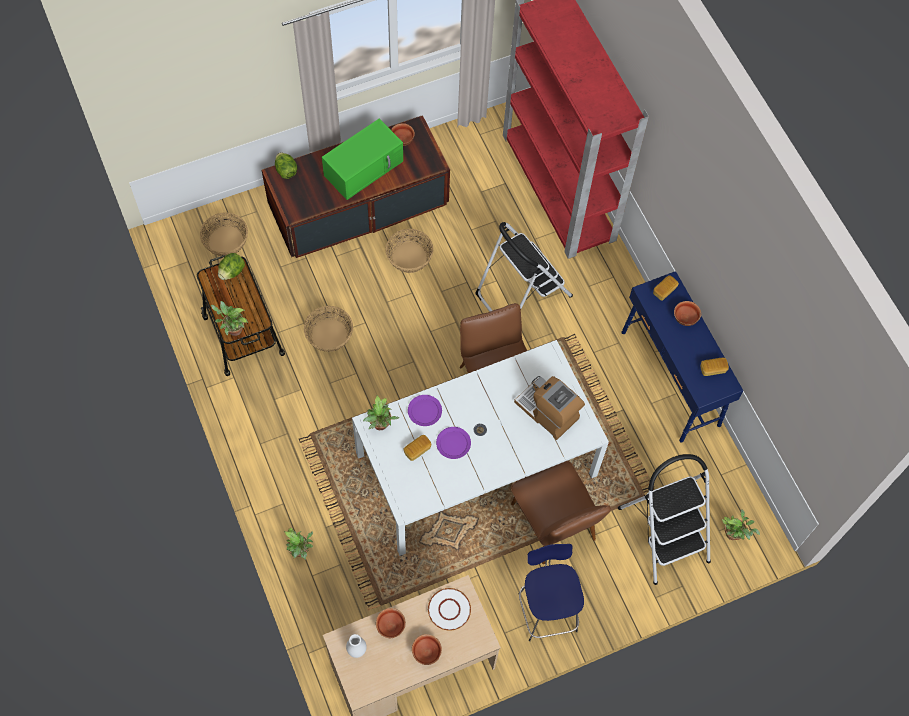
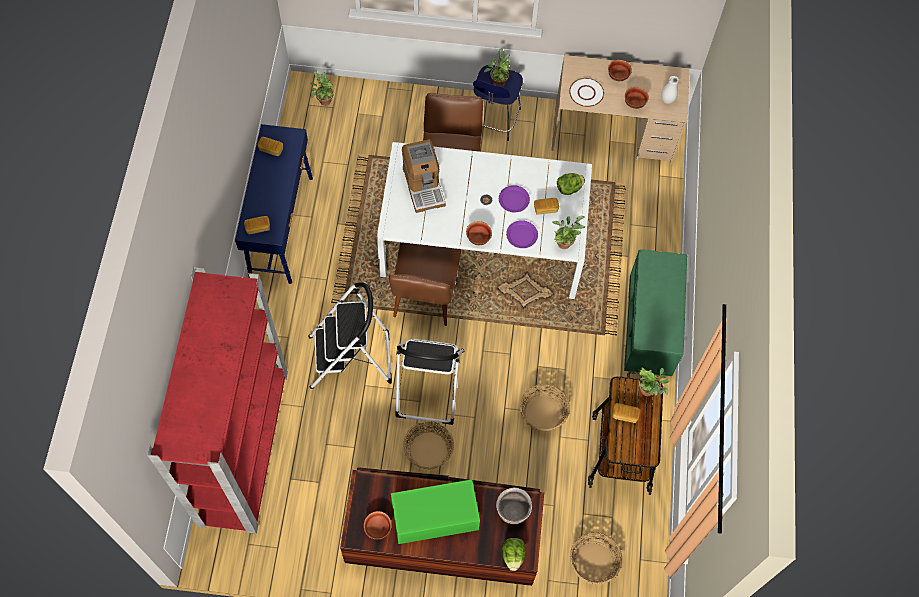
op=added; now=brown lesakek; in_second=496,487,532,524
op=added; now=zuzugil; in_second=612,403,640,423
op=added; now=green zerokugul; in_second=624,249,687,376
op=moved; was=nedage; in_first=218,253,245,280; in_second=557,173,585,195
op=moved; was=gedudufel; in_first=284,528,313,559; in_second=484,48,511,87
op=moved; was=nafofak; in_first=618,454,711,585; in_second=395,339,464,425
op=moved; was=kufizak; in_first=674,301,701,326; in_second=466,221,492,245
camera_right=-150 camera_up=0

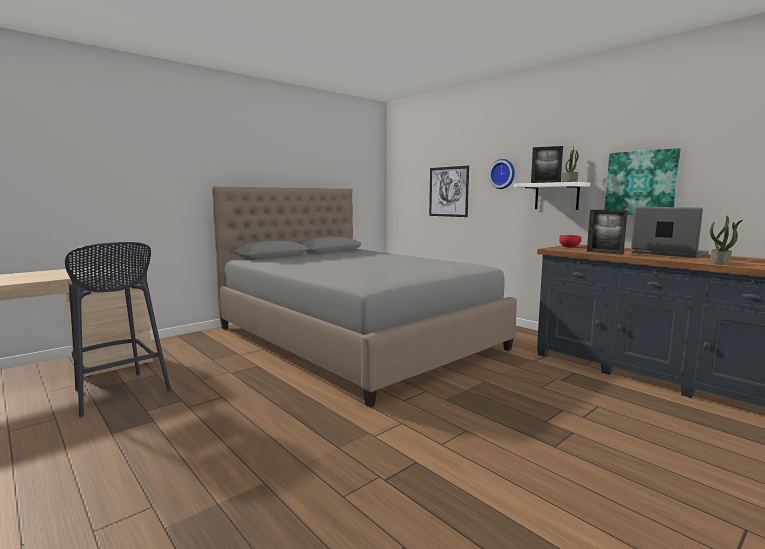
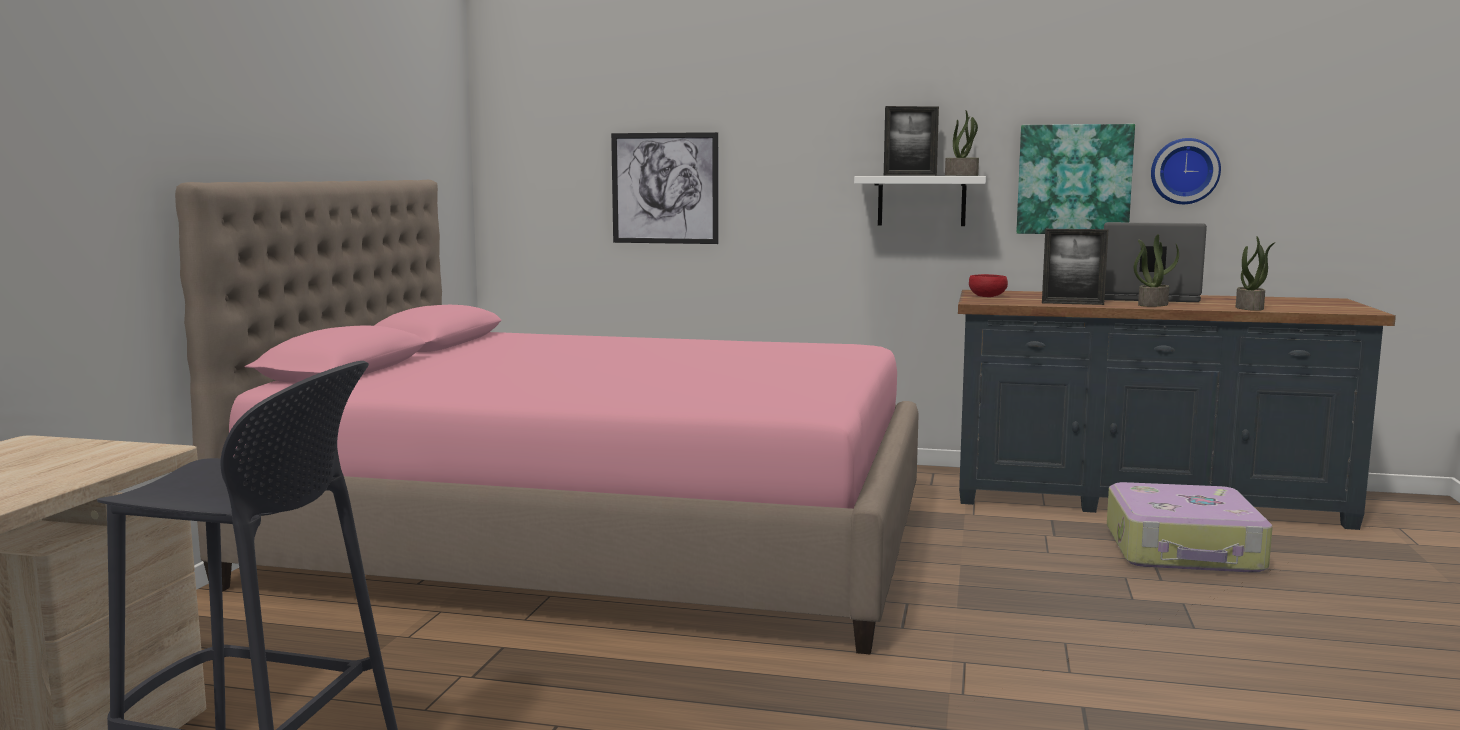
op=added; now=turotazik; in_second=1107,482,1273,573
op=added; now=gedudufel; in_second=1134,234,1179,307
op=moved; was=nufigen; in_first=489,159,515,189; in_second=1151,138,1221,204
op=recoloured; was=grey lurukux; now=pink lurukux; in_first=212,186,517,407; in_second=175,180,919,654
camera_right=-35 camera_up=0

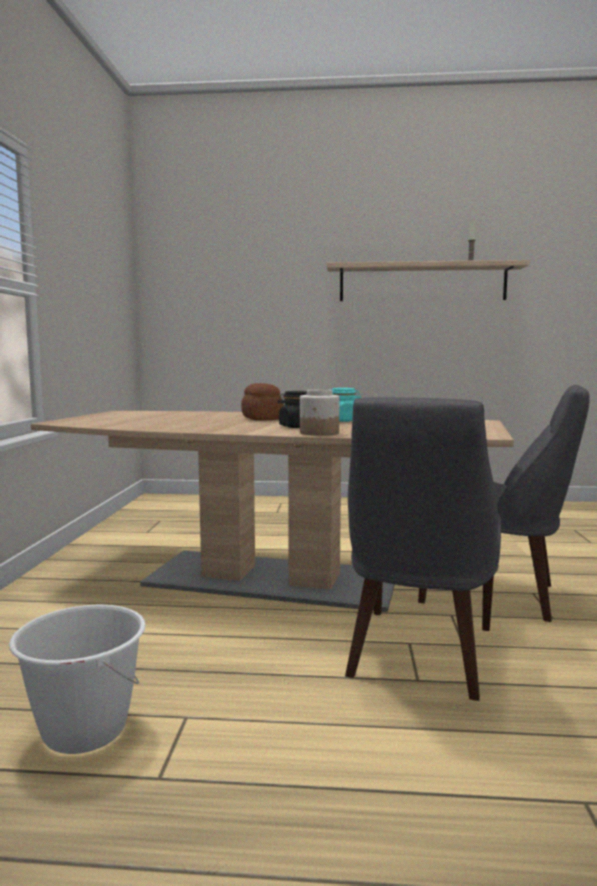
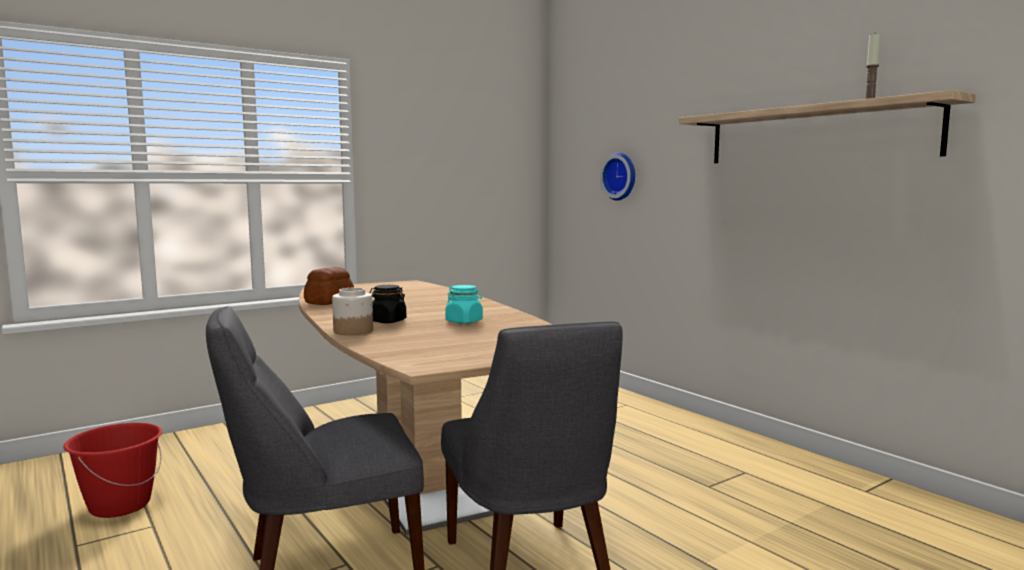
op=added; now=nufigen; in_second=600,152,635,201
op=moved; was=zuzugil; in_first=241,383,284,421; in_second=304,267,354,305
op=recoloured; was=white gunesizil; now=red gunesizil; in_first=9,605,146,754; in_second=63,423,162,518
camera_right=50 camera_up=0

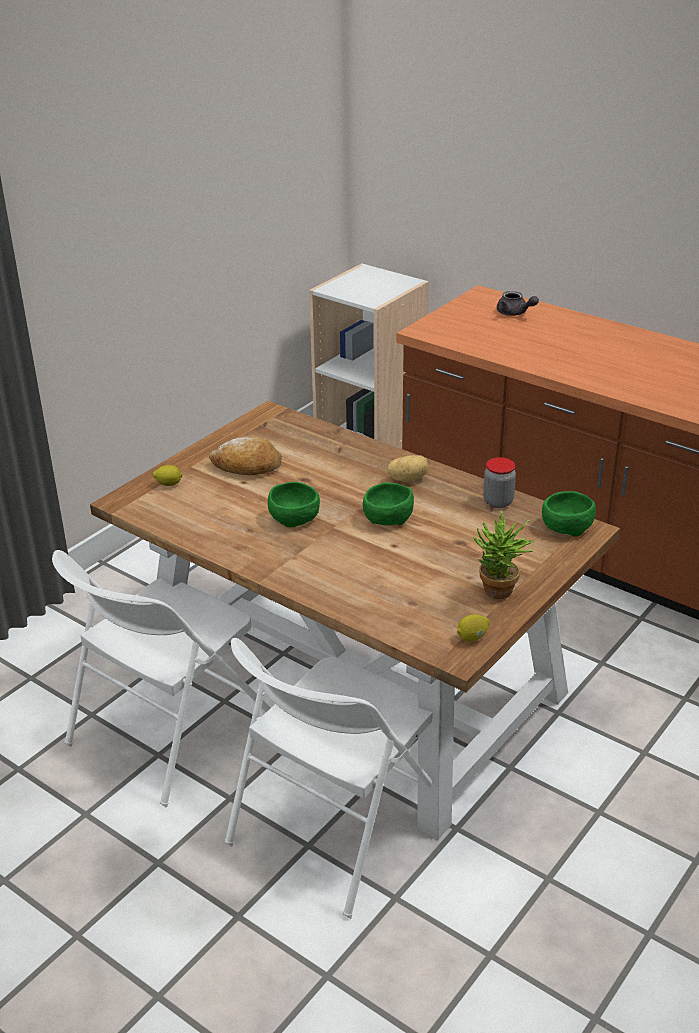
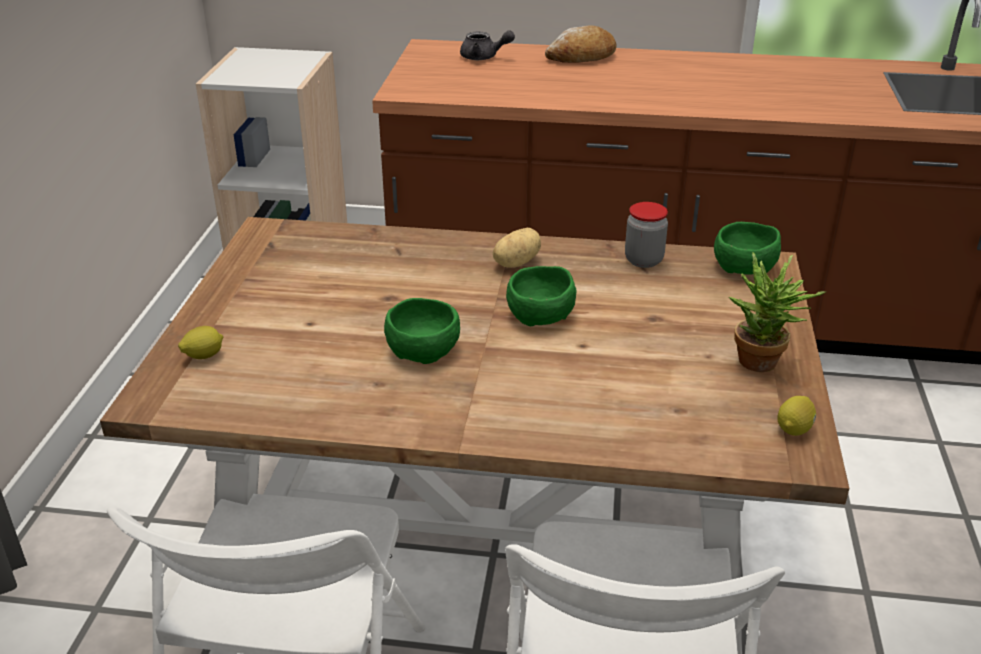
op=moved; was=zuzugil; in_first=209,437,281,475; in_second=545,25,617,63
camera_right=-30 camera_up=0

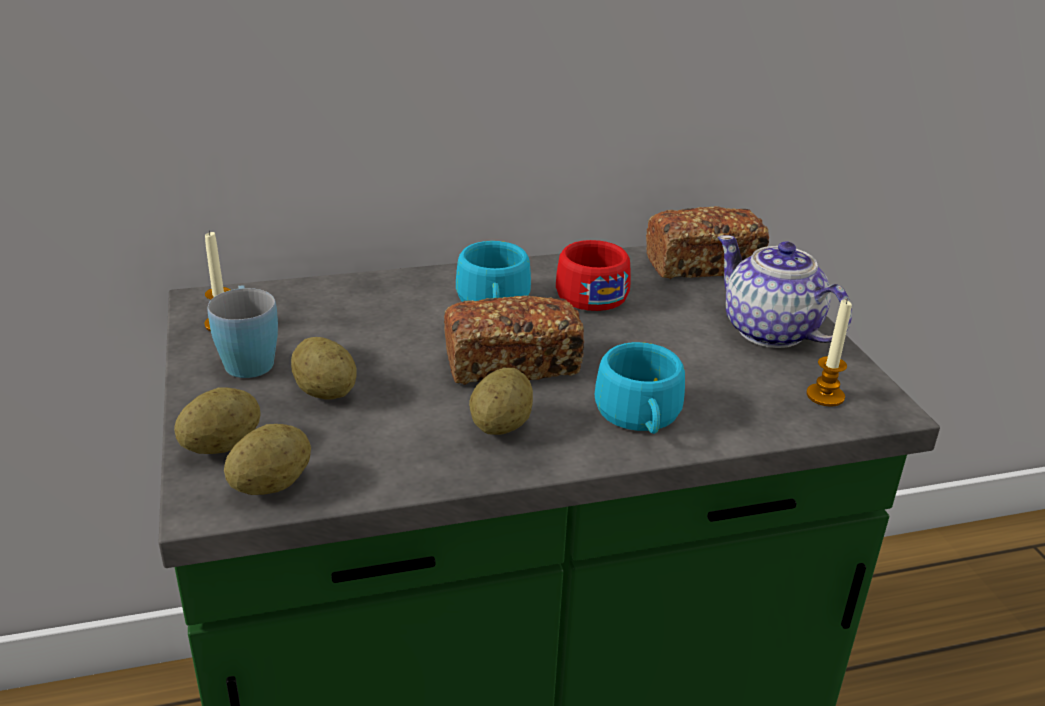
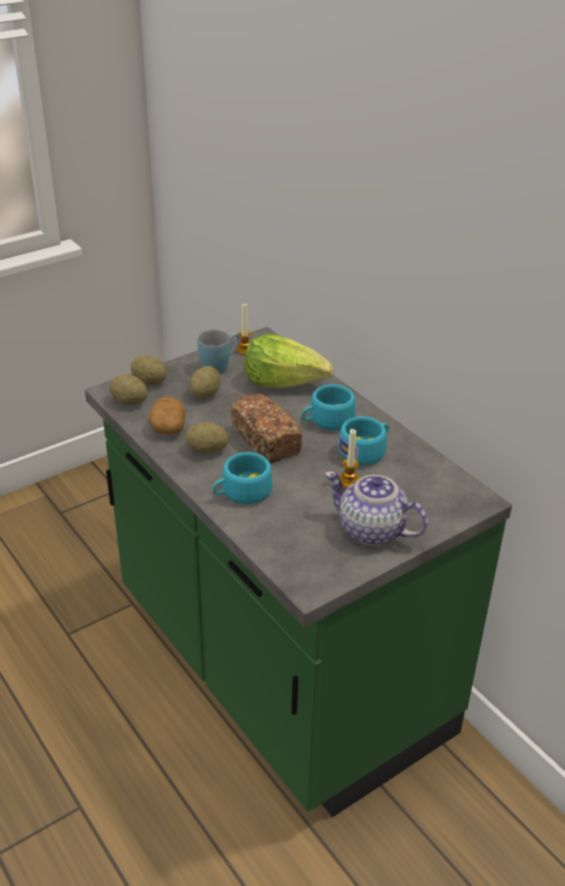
op=removed; was=zuzugil; in_first=646,206,769,279
op=added; now=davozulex; in_second=148,397,186,435
op=added; now=nedage; in_second=244,334,333,388
op=moved; was=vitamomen; in_first=806,299,852,407; in_second=339,429,360,488
op=recoloured; was=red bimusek; now=turquoise bimusek; in_first=556,240,631,311; in_second=338,416,389,465
op=turned; was=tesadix; in_first=718,235,852,348; in_second=325,471,428,545; clockwise=-90
camera_right=70 camera_up=5

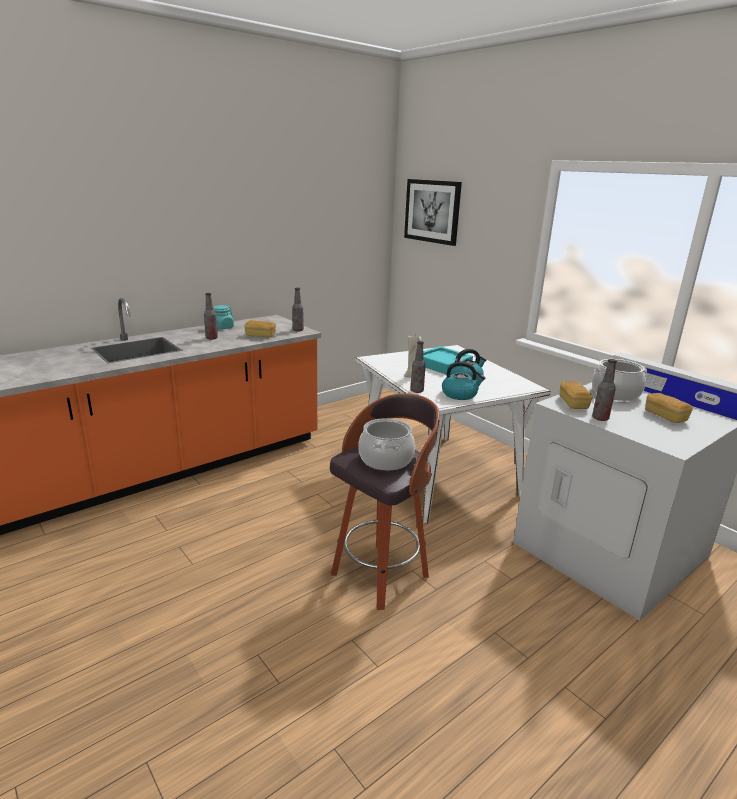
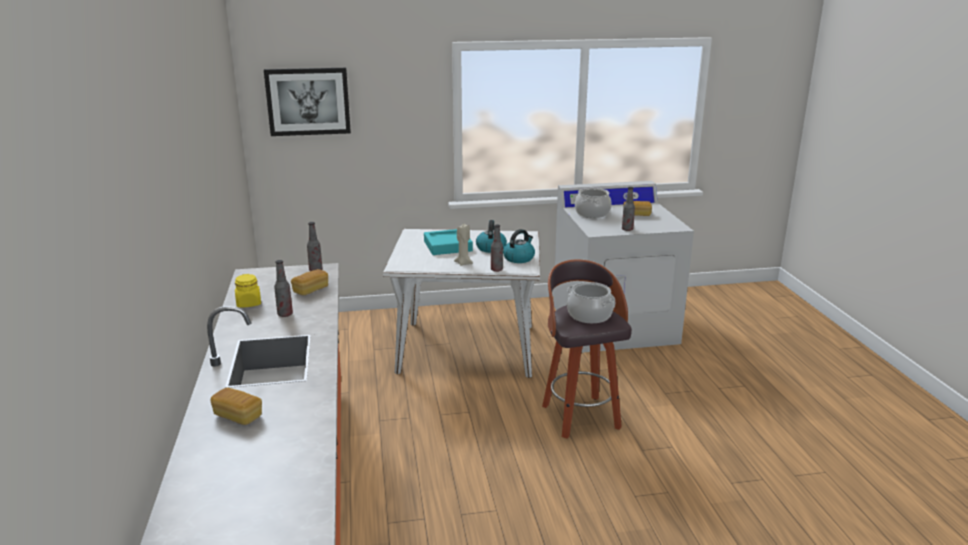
op=moved; was=zuzugil; in_first=560,381,593,409; in_second=211,388,262,425
op=recoloured; was=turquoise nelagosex; now=yellow nelagosex; in_first=213,305,234,329; in_second=235,274,261,308
camera_right=-60 camera_up=0

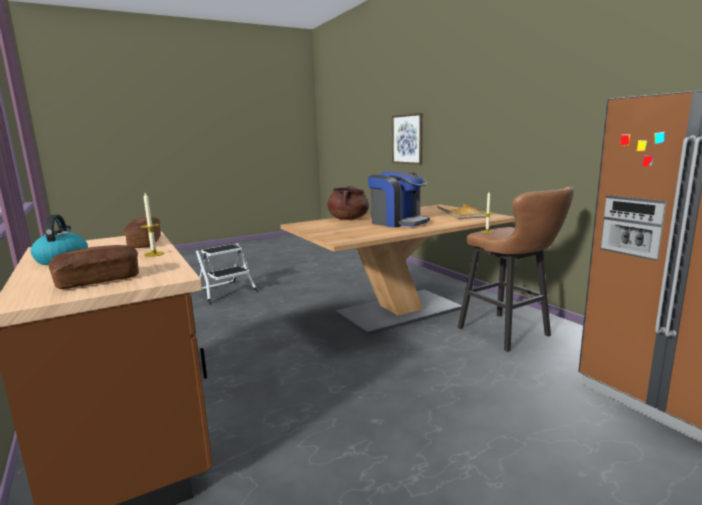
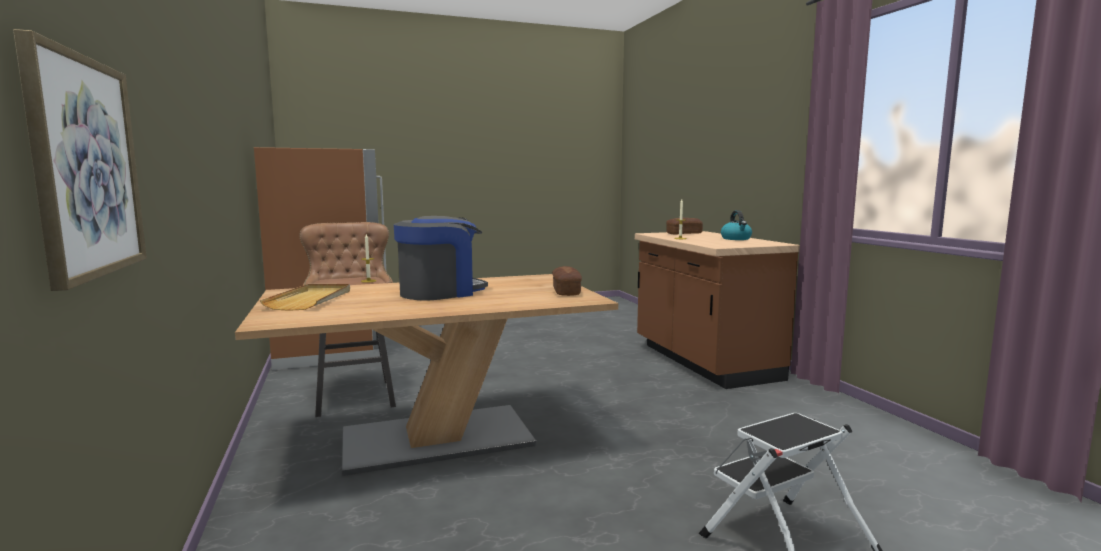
op=removed; was=brown lesakek; in_first=327,186,369,220
op=moved; was=zuzugil; in_first=124,217,161,248; in_second=552,266,582,296
op=turned; was=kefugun; in_first=368,170,430,228; in_second=394,216,488,301; clockwise=90
camera_right=-170 camera_up=-5

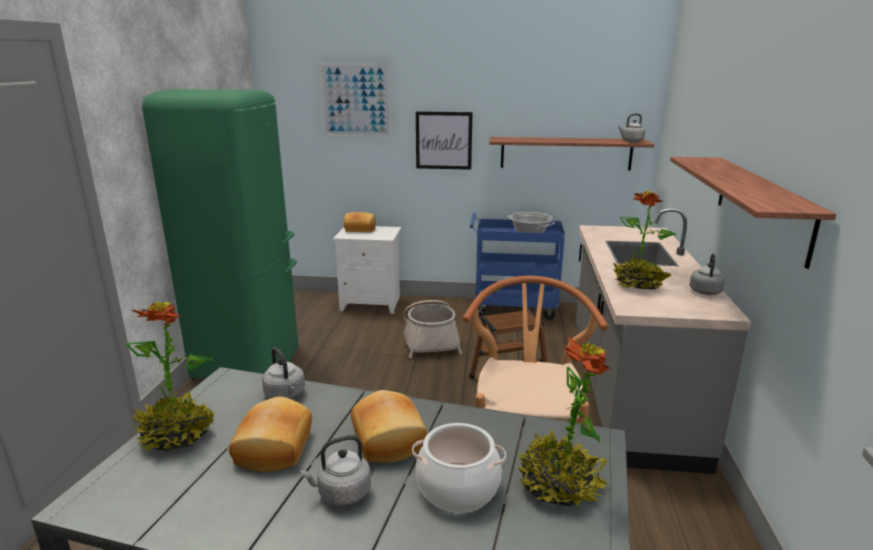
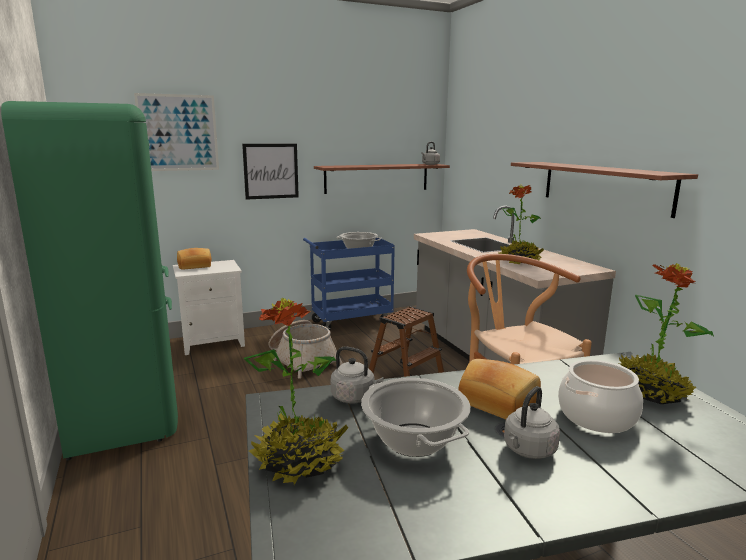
op=removed; was=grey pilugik; in_first=689,254,725,295
op=replaced; was=zuzugil; now=lesakek; in_first=229,397,312,472; in_second=361,378,470,457
camera_right=-30 camera_up=-5

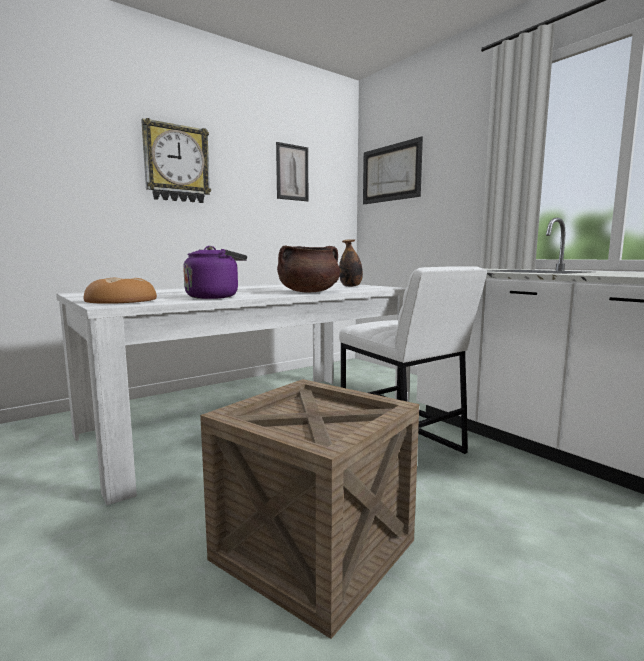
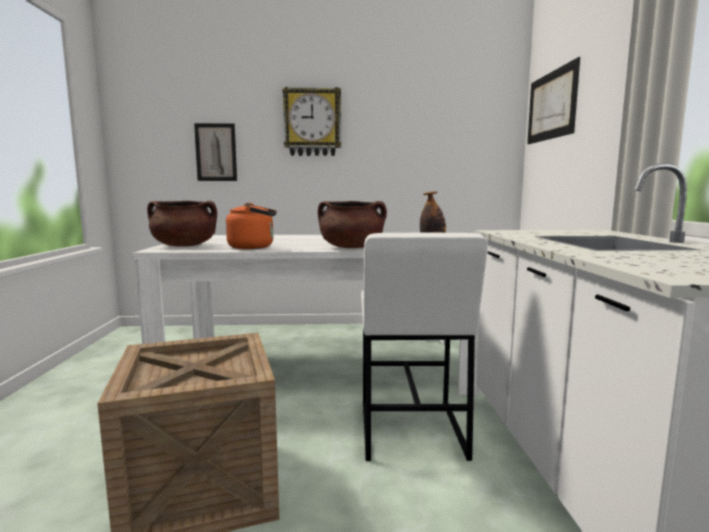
op=moved; was=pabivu; in_first=276,142,308,201; in_second=194,123,237,181
op=replaced; was=zuzugil; now=brown lesakek; in_first=83,278,157,304; in_second=147,201,217,247
op=recoloured; was=purple pilugik; now=orange pilugik; in_first=183,246,247,299; in_second=226,203,277,249
camera_right=35 camera_up=0

